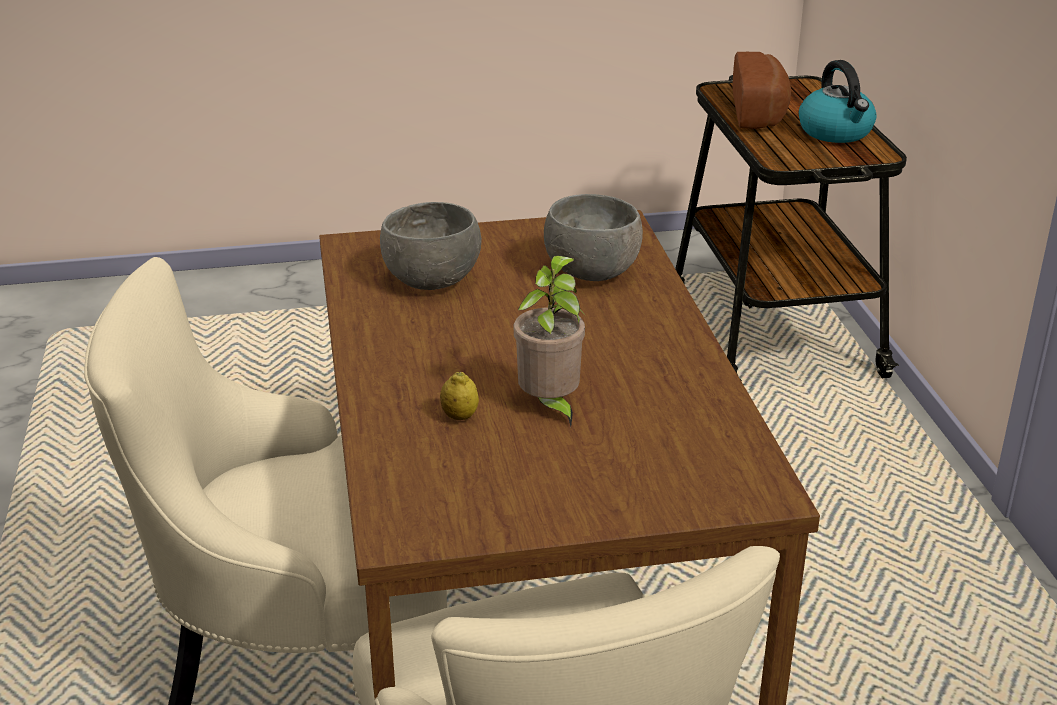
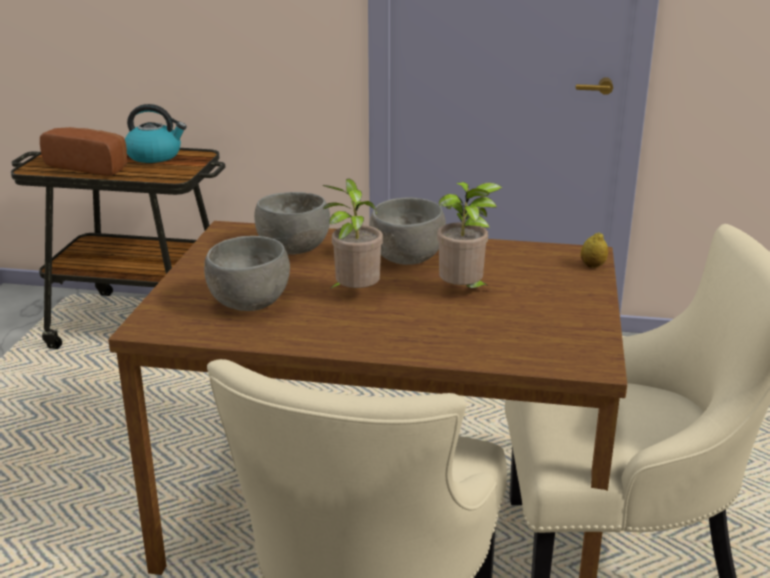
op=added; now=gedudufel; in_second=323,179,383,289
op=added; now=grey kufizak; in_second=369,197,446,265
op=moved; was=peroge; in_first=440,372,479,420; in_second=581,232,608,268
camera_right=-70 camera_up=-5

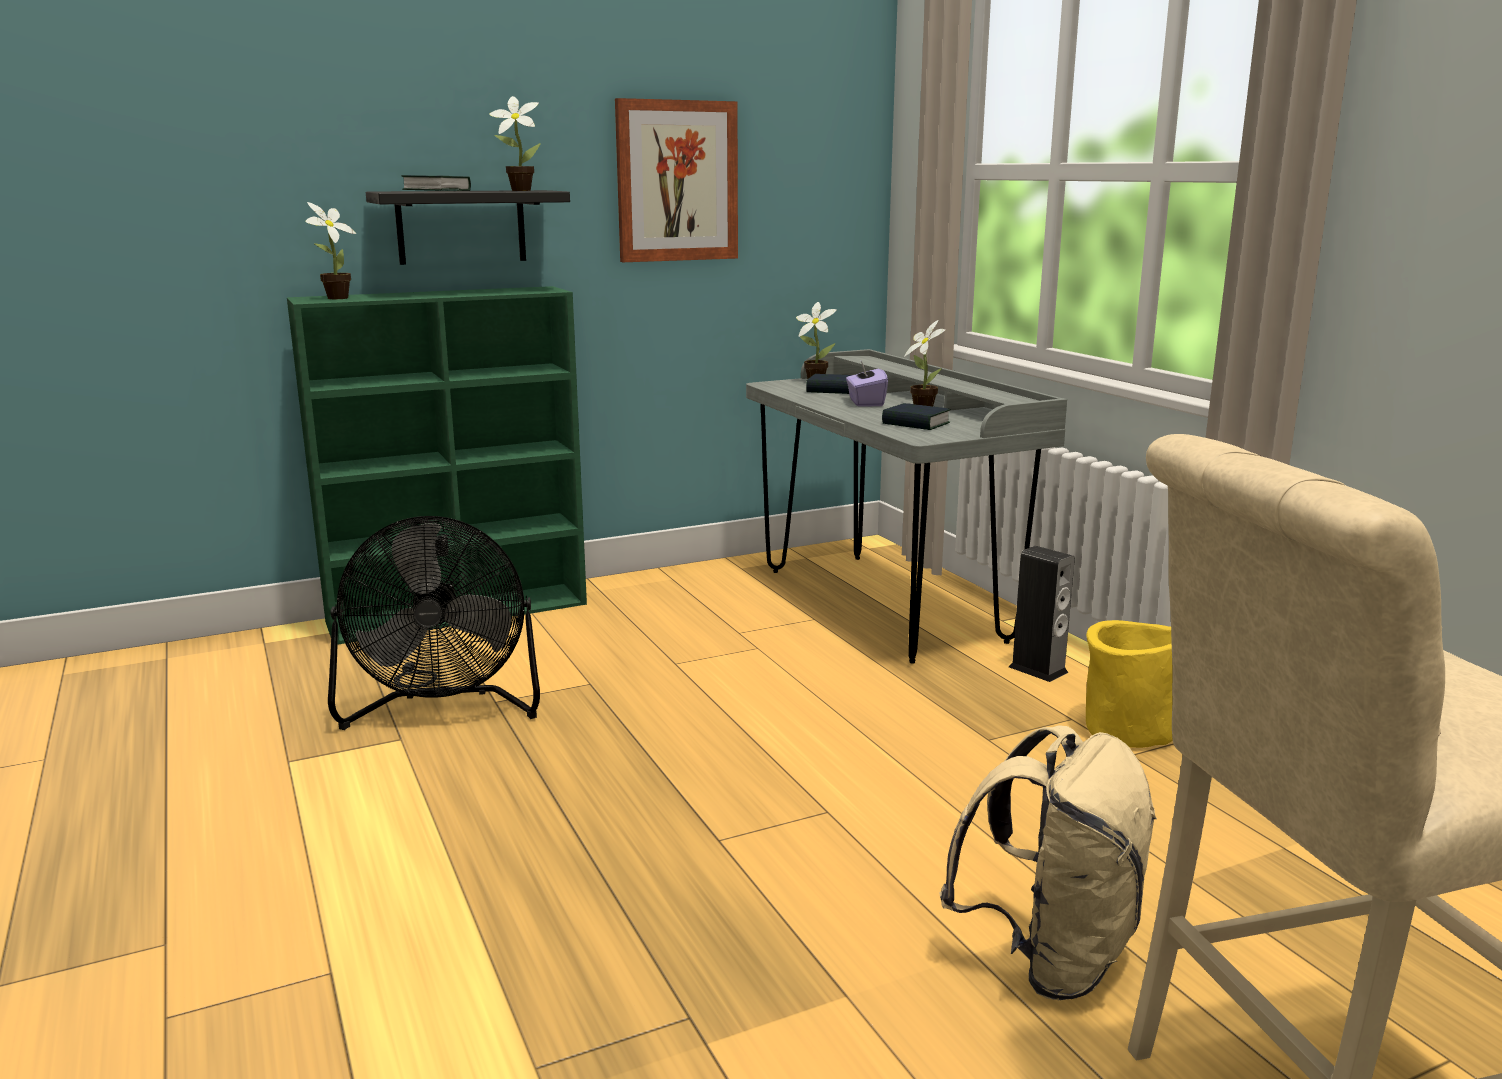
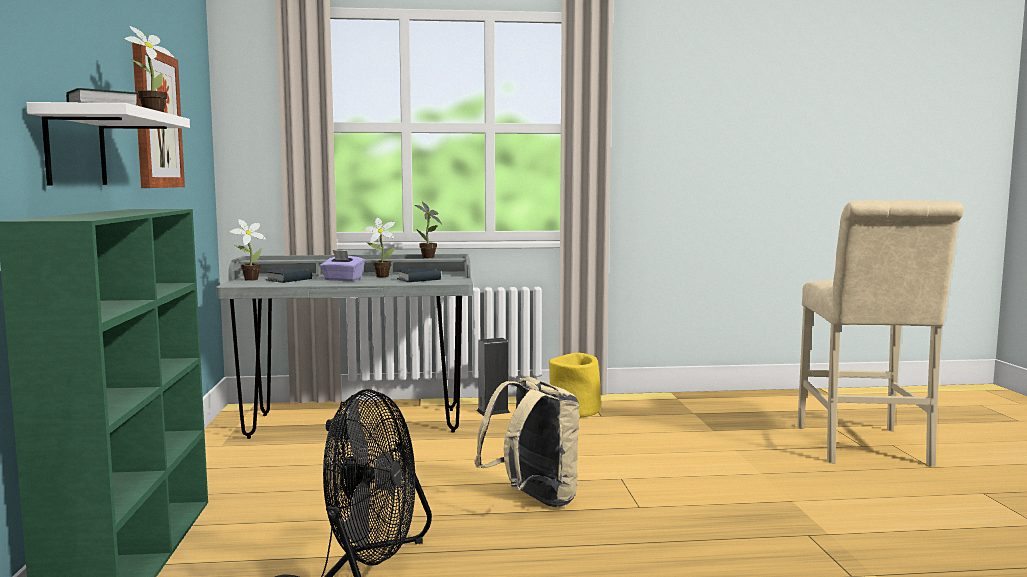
op=moved; was=gedudufel; in_first=305,202,356,299; in_second=415,202,442,258
op=moved; was=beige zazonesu; in_first=939,725,1157,1000; in_second=474,377,580,508
op=recoloured; was=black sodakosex; now=white sodakosex; in_first=366,190,570,265; in_second=26,102,190,185
camera_right=-70 camera_up=-10

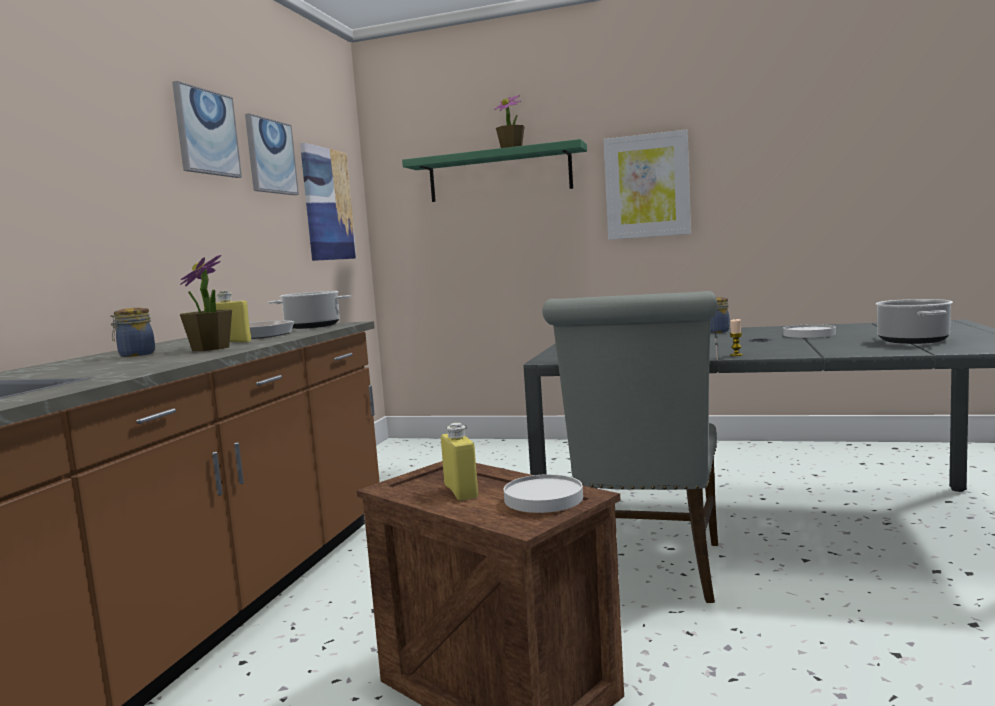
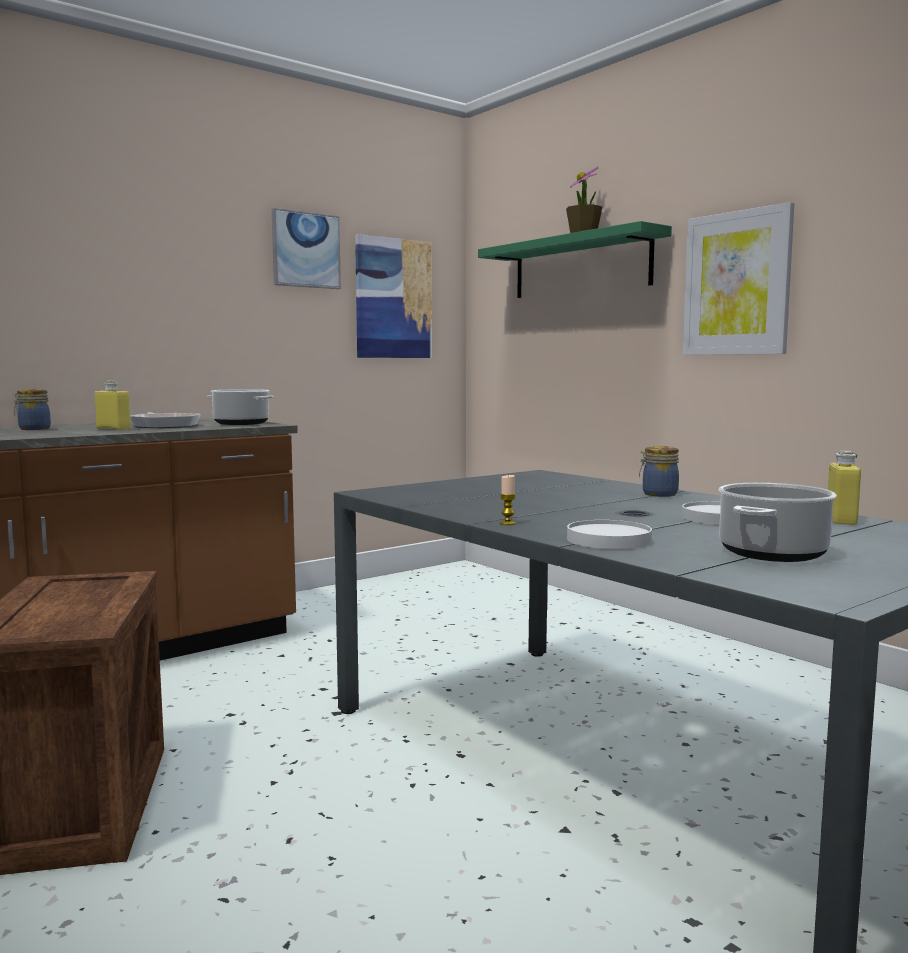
op=removed; was=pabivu; in_first=172,81,242,178
op=removed; was=gedudufel; in_first=180,255,232,351
op=removed; was=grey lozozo; in_first=542,291,718,603
op=moved; was=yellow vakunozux; in_first=441,423,478,501; in_second=828,451,861,525
op=moved; was=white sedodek; in_first=504,474,583,513; in_second=567,520,652,549
camera_right=35 camera_up=0

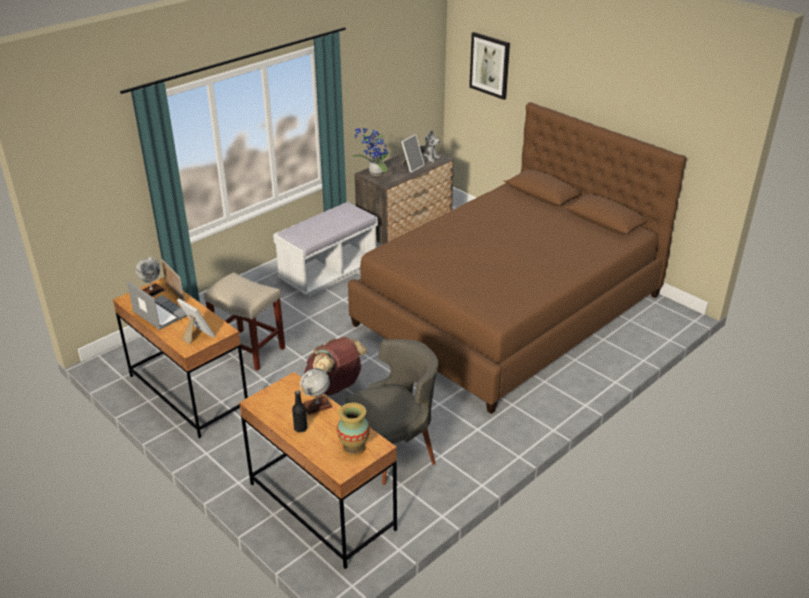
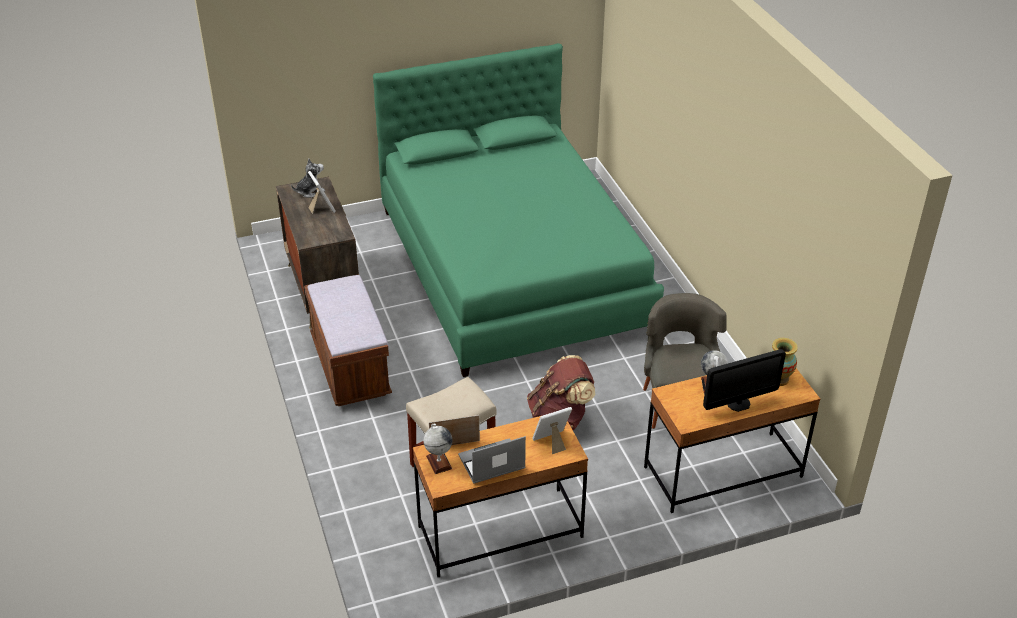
op=removed; was=gedudufel; in_first=352,128,390,176
op=removed; was=pabivu; in_first=469,32,510,100
op=replaced; was=black vakunozux; now=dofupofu; in_first=292,391,307,433; in_second=703,349,786,412
op=recoloured; was=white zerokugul; now=brown zerokugul; in_first=273,202,378,297; in_second=304,274,392,406
op=recoloured; was=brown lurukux; now=green lurukux; in_first=348,102,687,414; in_second=373,43,664,377
camera_right=-65 camera_up=5

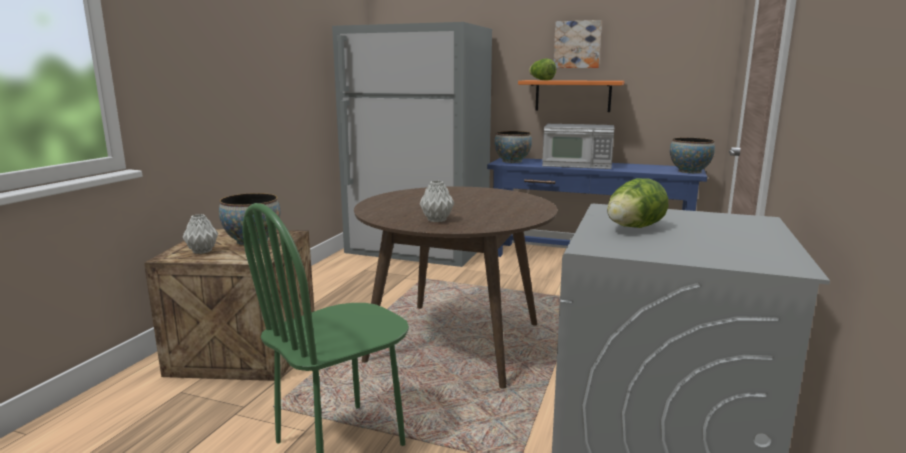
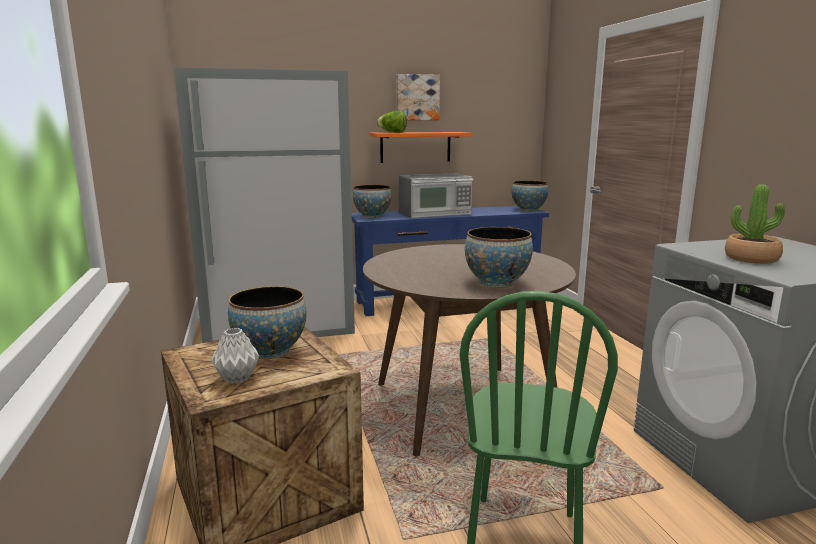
op=replaced; was=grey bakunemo; now=kufizak; in_first=420,181,454,222; in_second=465,227,533,288
op=replaced; was=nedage; now=gedudufel; in_first=607,178,668,228; in_second=725,184,785,264
camera_right=-35 camera_up=0

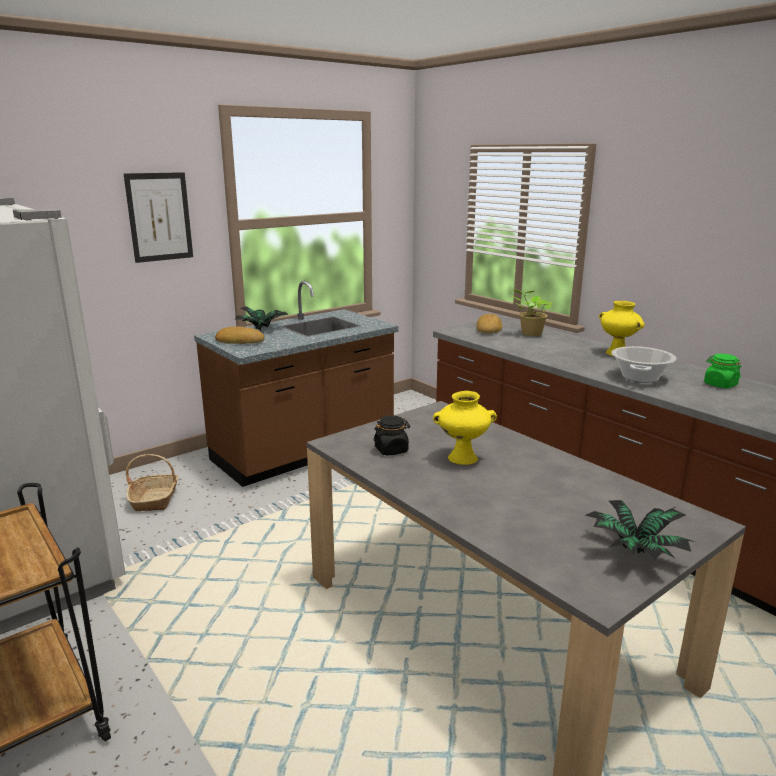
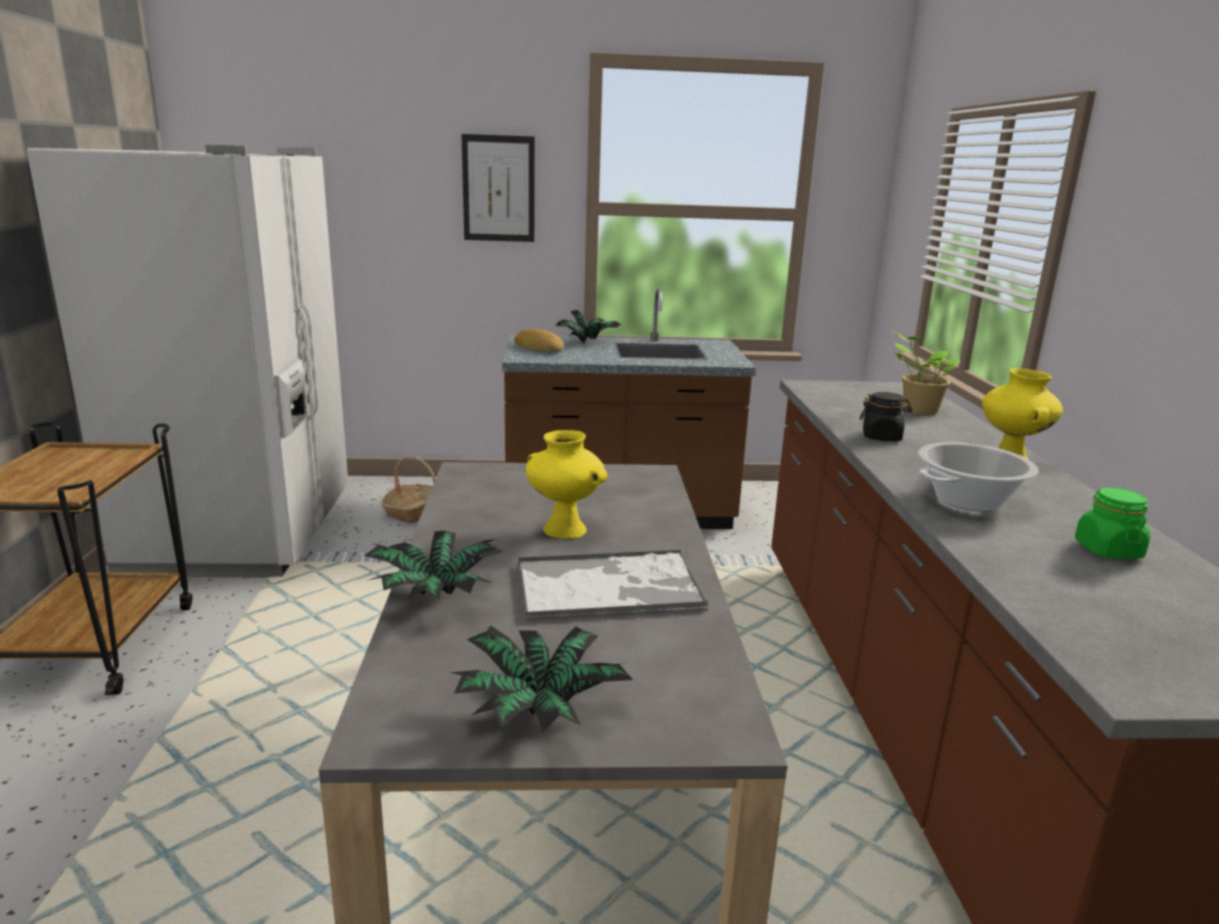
op=removed; was=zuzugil; in_first=477,314,502,334
op=added; now=gedudufel; in_second=364,530,502,600
op=added; now=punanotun; in_second=519,550,708,622
op=moved; was=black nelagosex; in_first=373,416,410,455; in_second=860,392,912,441
camera_right=35 camera_up=0

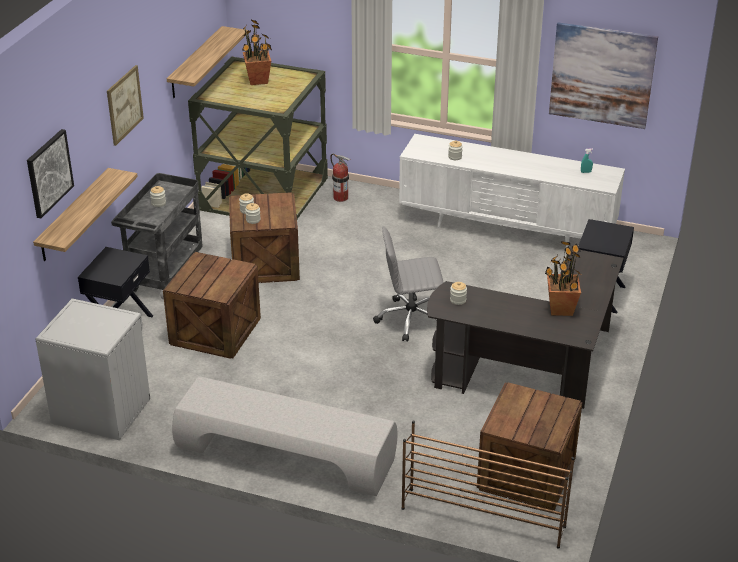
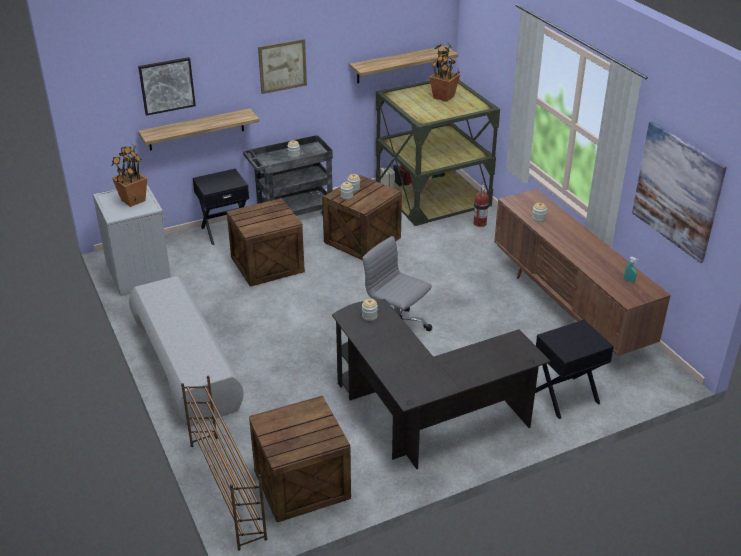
op=moved; was=gedudufel; in_first=545,241,581,316; in_second=112,144,147,207
op=recoloured; was=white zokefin; now=brown zokefin; in_first=399,134,625,248; in_second=494,189,671,356
camera_right=45 camera_up=0

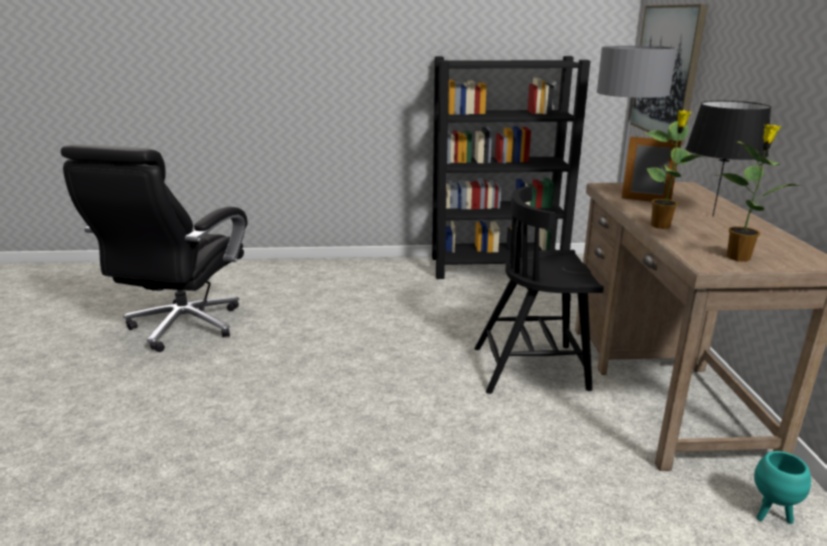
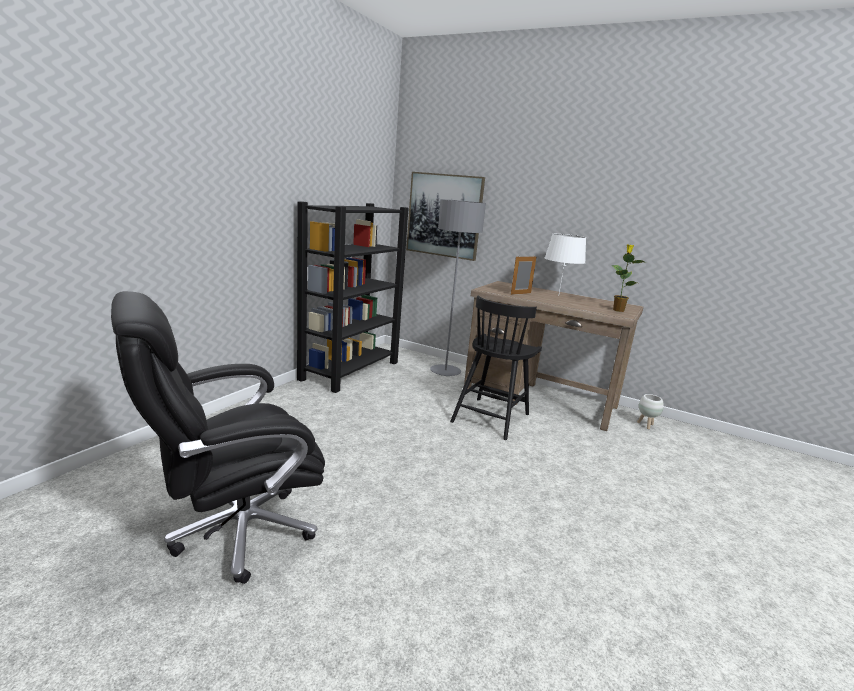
op=removed; was=gedudufel; in_first=644,110,703,229
op=recoloured; was=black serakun; now=white serakun; in_first=686,101,771,217; in_second=545,234,586,296
op=recoloured; was=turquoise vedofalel; now=white vedofalel; in_first=754,451,811,524; in_second=637,394,664,429
op=turned; was=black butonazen; in_first=61,144,247,352; in_second=111,291,325,584; clockwise=105
camera_right=-60 camera_up=-5

